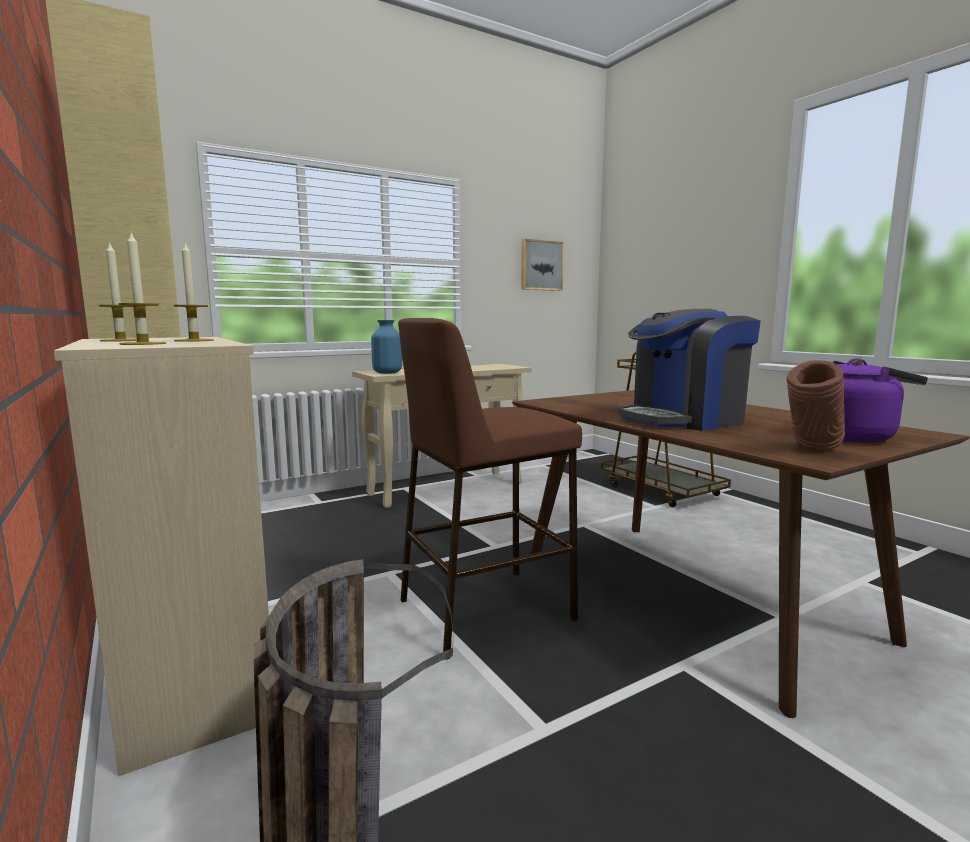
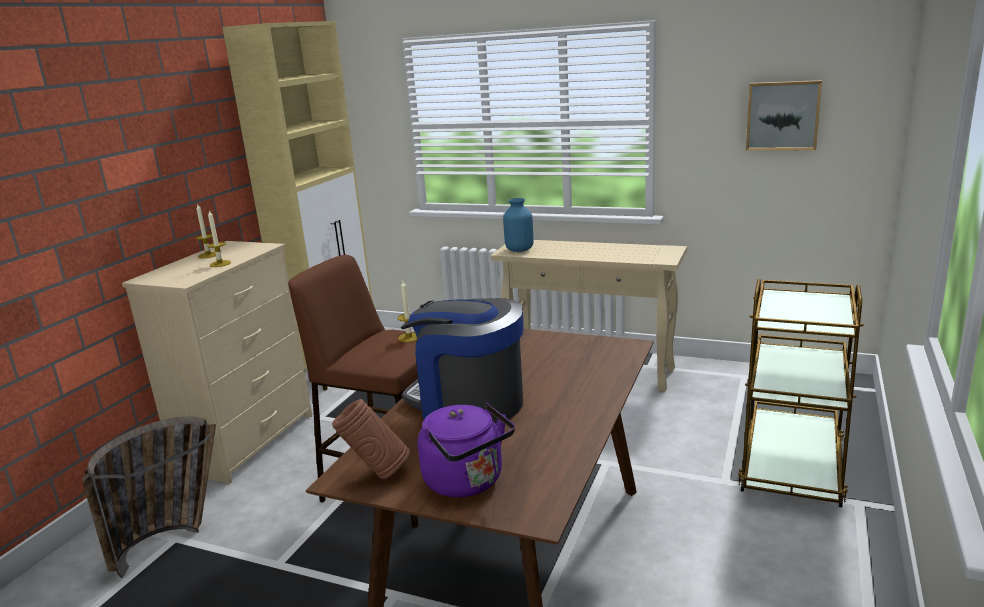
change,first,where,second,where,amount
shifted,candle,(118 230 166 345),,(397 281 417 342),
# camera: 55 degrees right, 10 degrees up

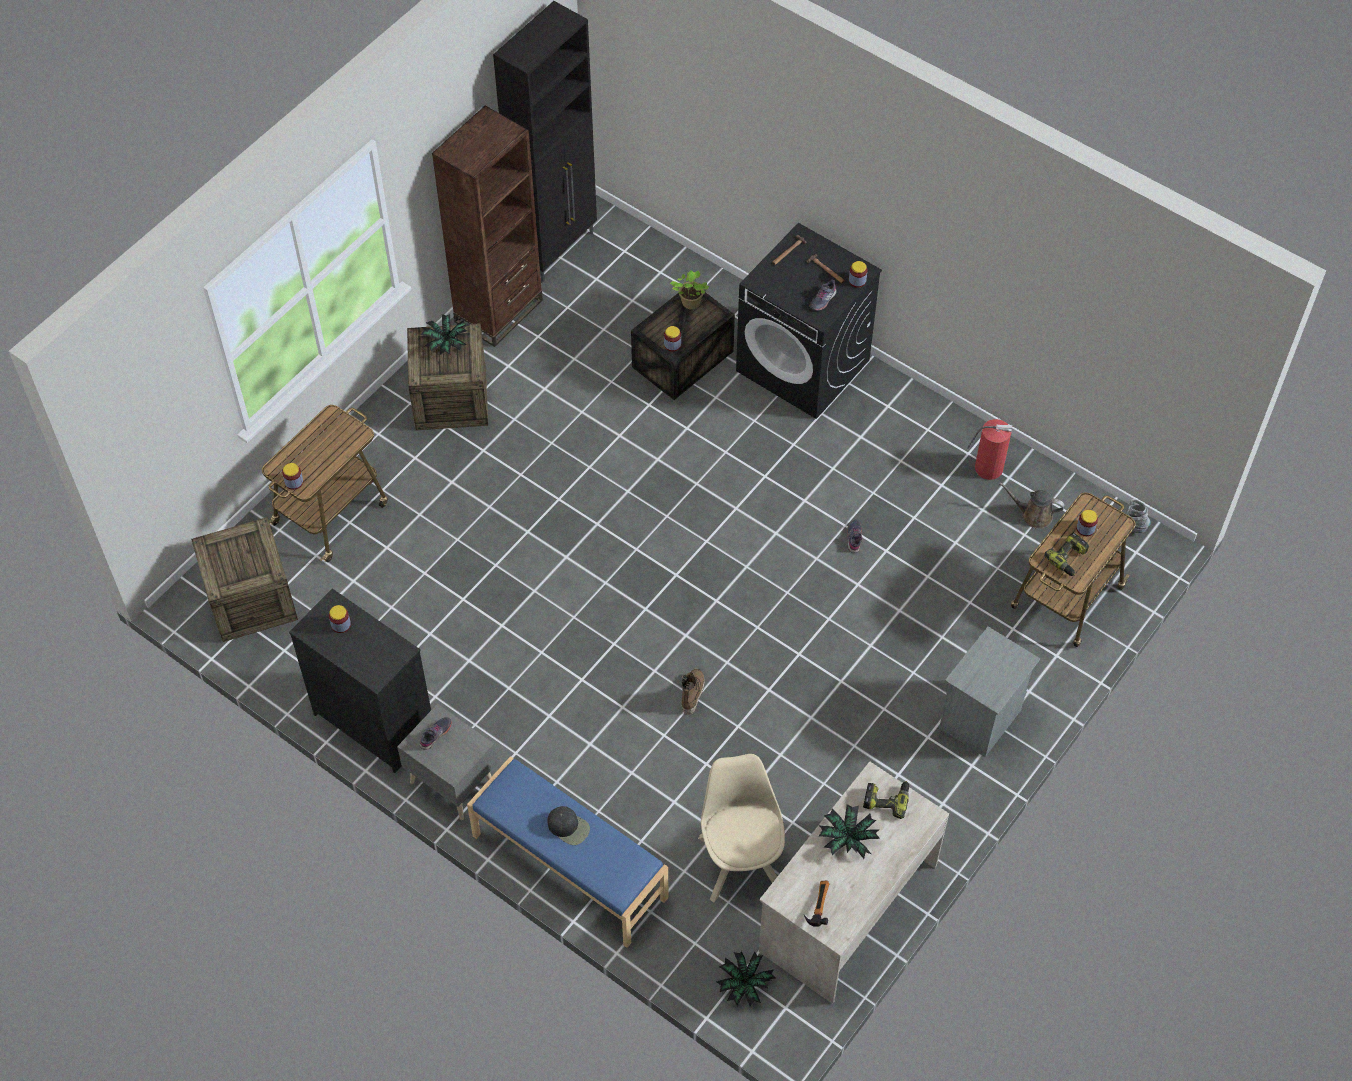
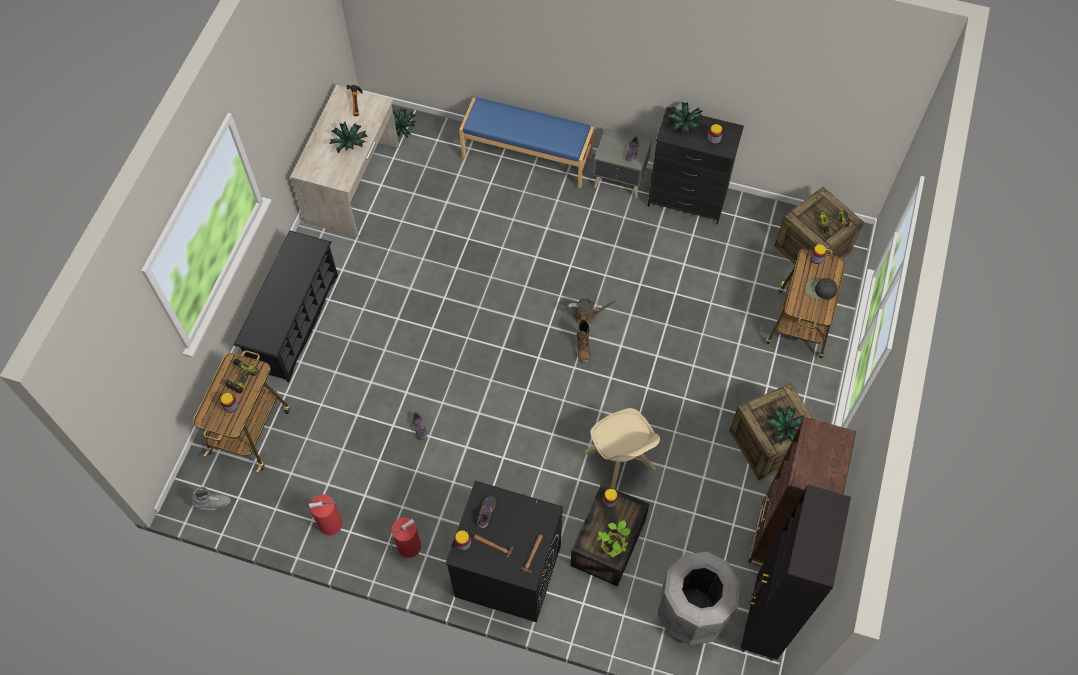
change,first,where,second,where,amount
shifted,brown watering can,(999 482 1064 529),,(567 299 618 325),
swapped,grey nightstand,(939 627 1040 757),black shoe rack,(234 230 338 382),
shifted,boot,(682 669 705 715),,(576 318 591 363),
shifted,beige chair,(698 754 785 903),,(585 408 660 489),
shifted,power drill,(863 781 909 819),,(818 211 850 234),
shifted,black cap,(547 806 590 845),,(806 278 838 300),
new,,,potted plant,(667 102 703 134),
new,,,fire extinguisher,(391 517 421 558),
new,,,grey trash can,(658 552 741 645),
# camera: 160 degrees right, 5 degrees up

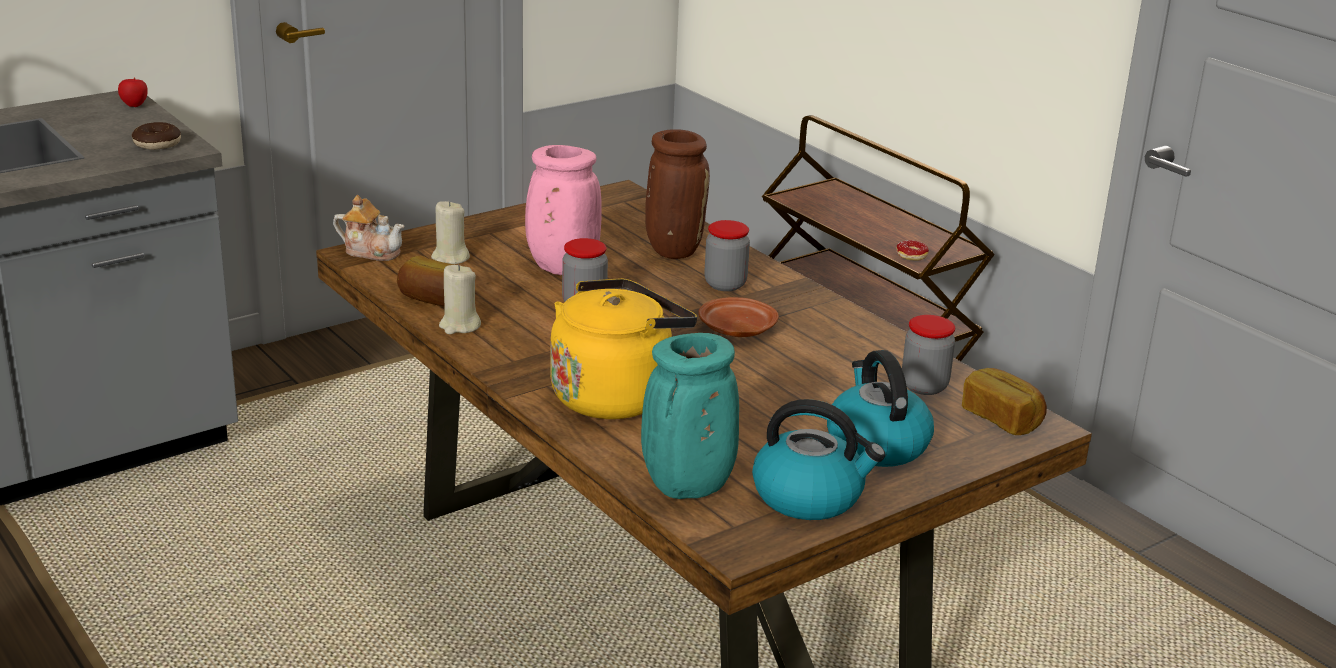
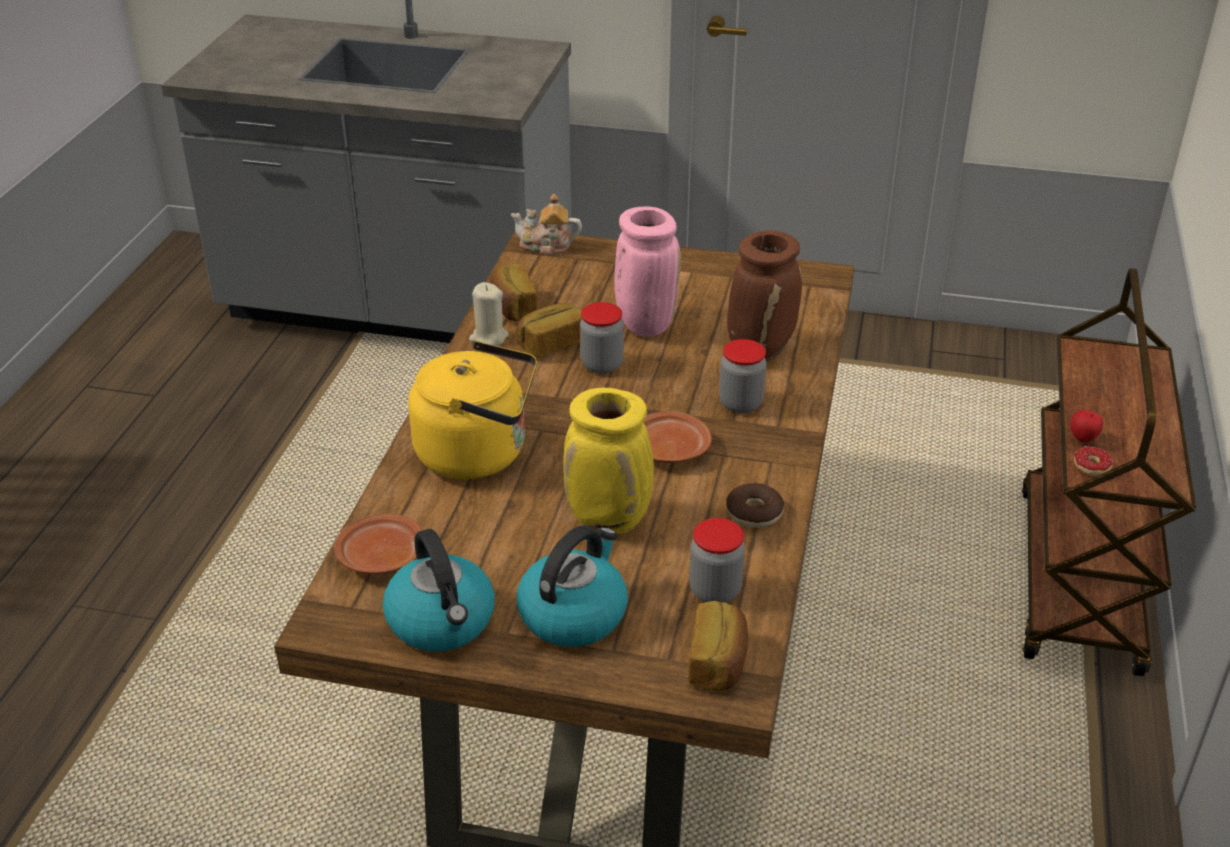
change,first,where,second,where,amount
shifted,apple,(118 77 148 107),,(1070 410 1103 443),
shifted,donut,(132 122 181 150),,(726 483 784 528),
rotated,teapot,(333 195 404 261),,(511 194 582 255),120 degrees clockwise
gone,beige candle,(431 201 470 264),,,
swapped,turquoise vase,(641 333 739 499),brown plate,(334 514 422 574),
new,,,bread,(516 303 582 358),
new,,,yellow vase,(563 388 654 534),
# camera: 50 degrees right, 10 degrees up

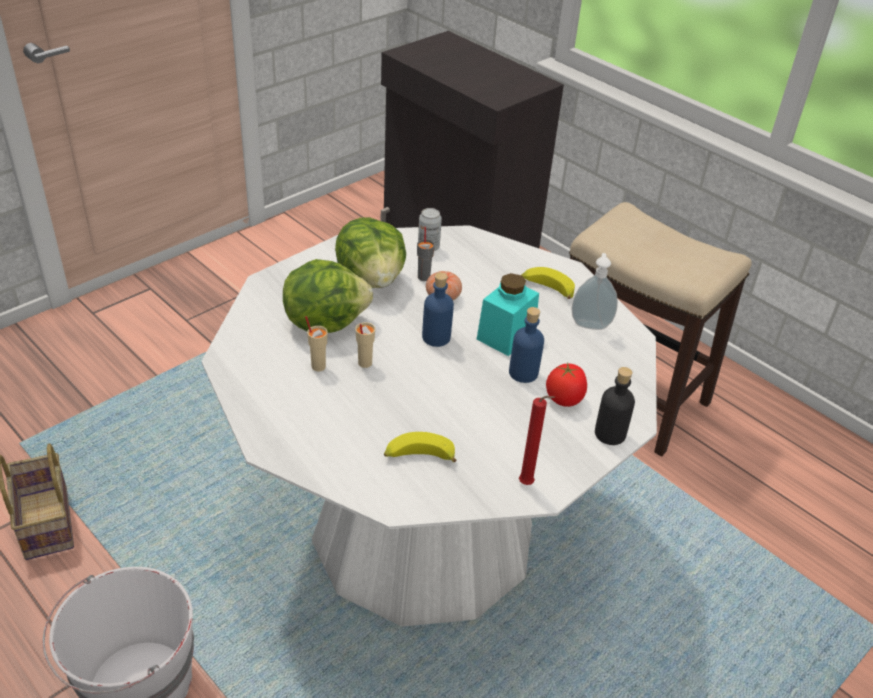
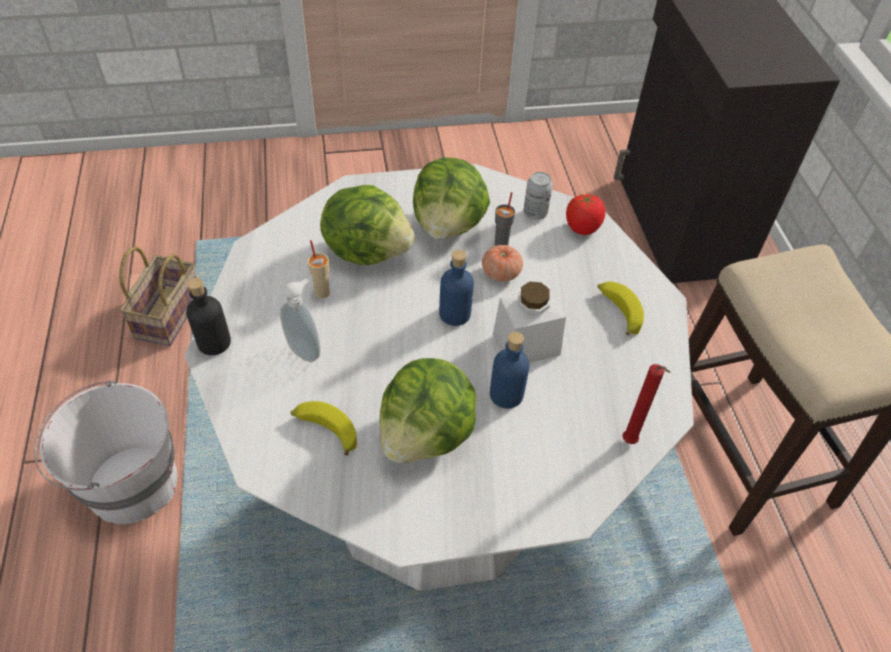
change,first,where,second,where,amount
shifted,soap dispenser,(571 253 618 330),,(280 278 321 362),
repainted,turquoise jar,(477 273 539 356),white jar,(493 282 566 363),
gone,beige cup,(356 322 375 368),,,
shifted,tomato,(546 362 587 407),,(566 194 605 235),
shifted,black bottle,(595 367 635 445),,(186 278 231 355),
shifted,red candle,(519 396 555 485),,(622 364 670 444),
new,,,lettuce,(380 358 476 463),
# camera: 35 degrees right, 10 degrees up

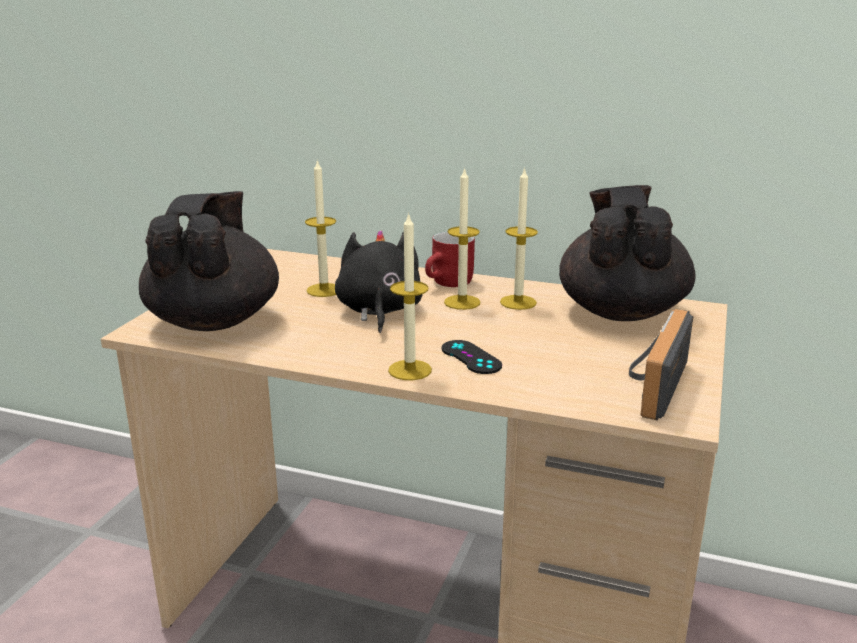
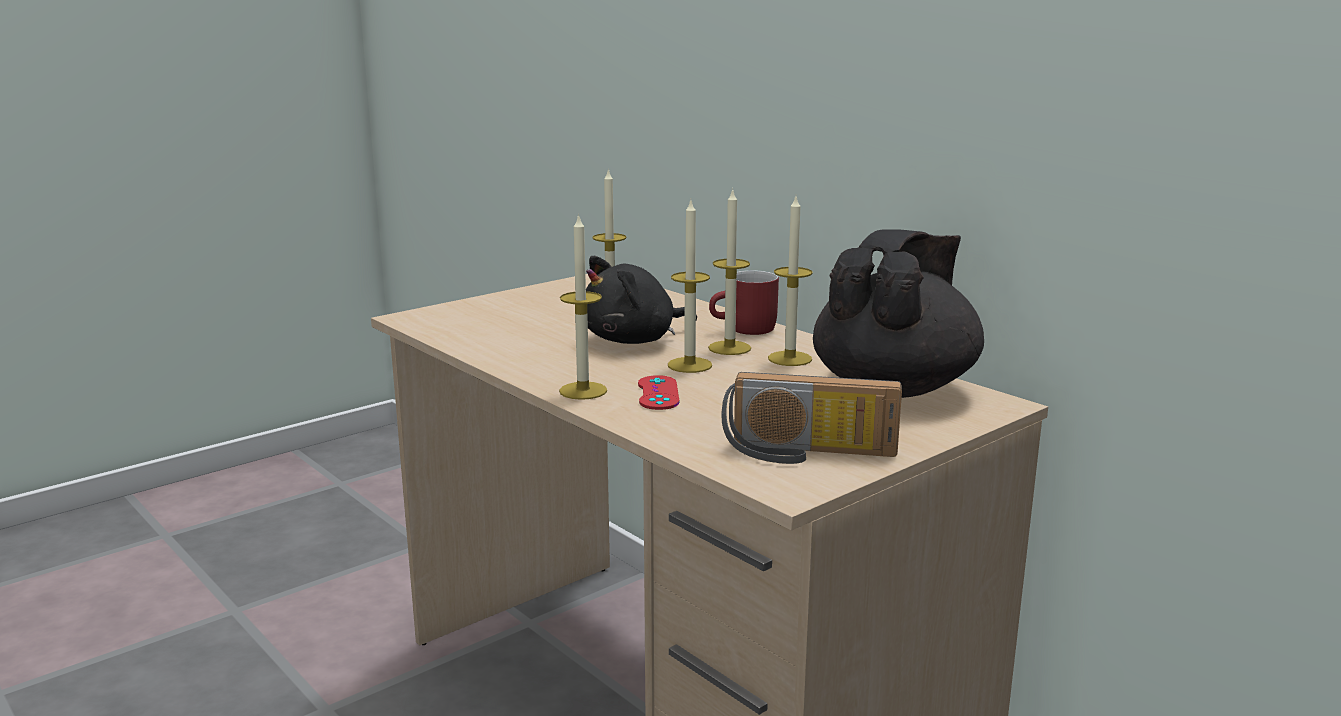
change,first,where,second,where,amount
gone,black teapot,(139 191 279 331),,,
rotated,black plush toy,(335 230 423 333),,(586 256 697 344),150 degrees counterclockwise
rotated,radio,(629 309 693 421),,(721 372 902 464),135 degrees counterclockwise
repainted,black game controller,(442 340 502 374),red game controller,(638 375 680 410),
new,,,candle,(668 201 712 373),
# camera: 30 degrees right, 5 degrees down

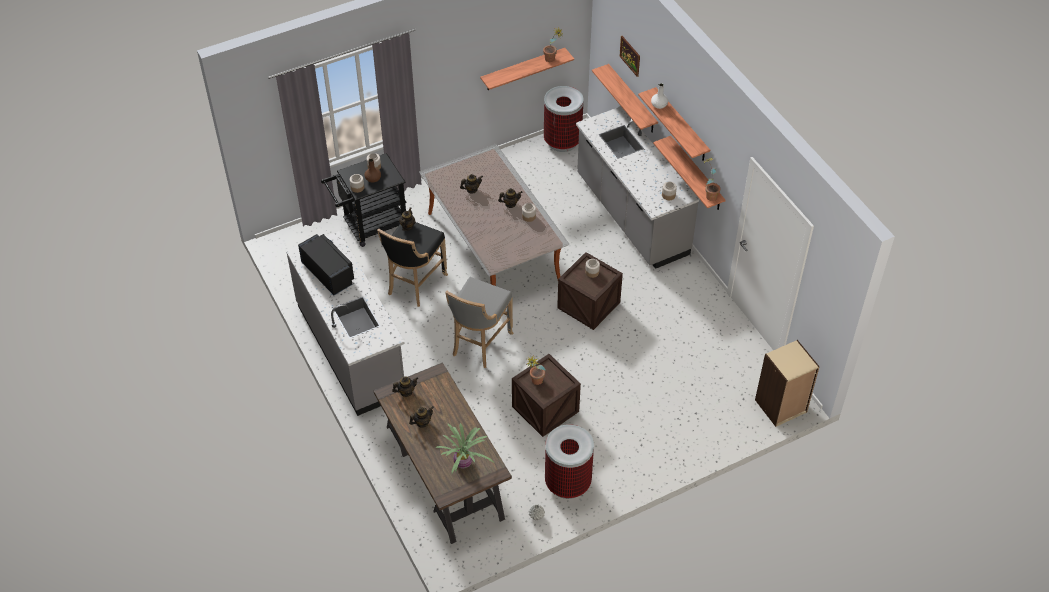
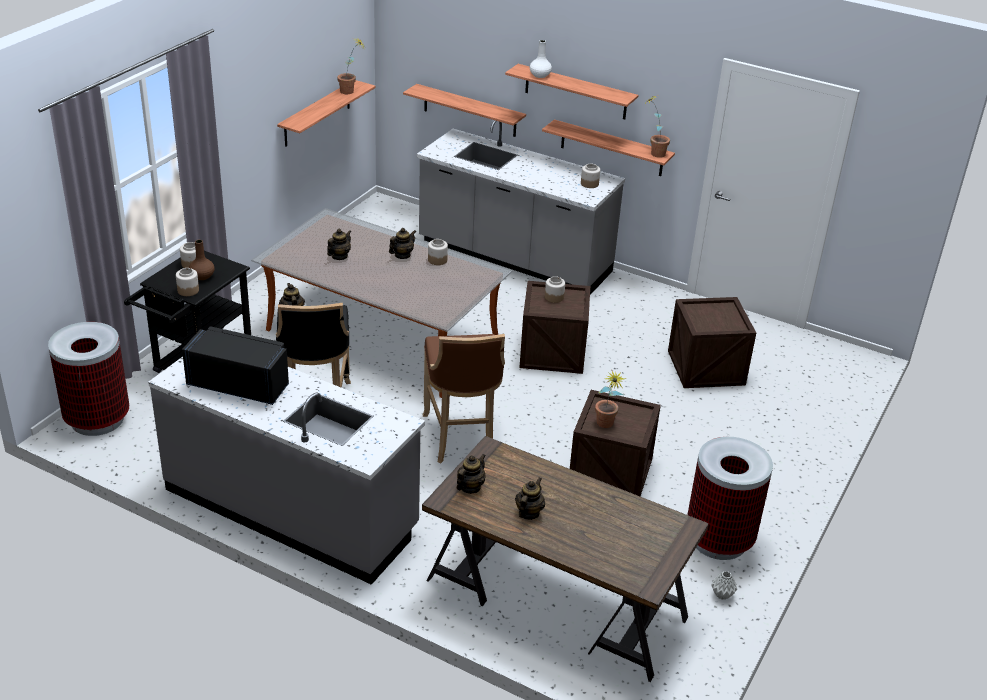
change,first,where,second,where,amount
gone,picture,(619 36 640 77),,,
shifted,trash can,(544 86 583 152),,(48 322 129 436),
repainted,grey stool,(445 277 513 368),brown stool,(422 334 505 463),
gone,beige bookcase,(755 340 820 427),,,
gone,potted plant,(436 423 493 475),,,
new,,,crate,(668 297 756 388),
# camera: 35 degrees left, 15 degrees down

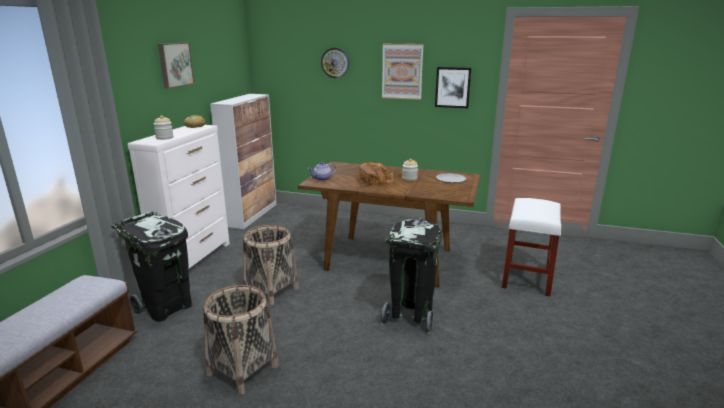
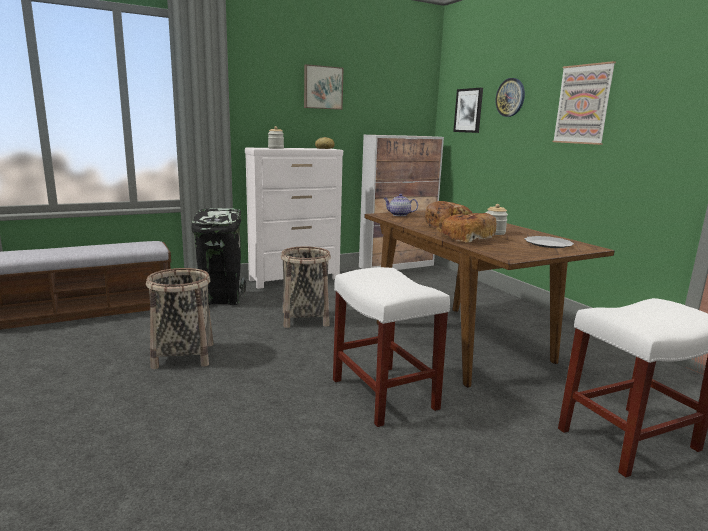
change,first,where,second,where,amount
shifted,picture,(435 67 472 108),,(453 88 483 133),
swapped,black trash can,(380 218 442 333),white stool,(333 267 450 427),
new,,,bread,(437 213 496 243),
# camera: 45 degrees right, 5 degrees down

